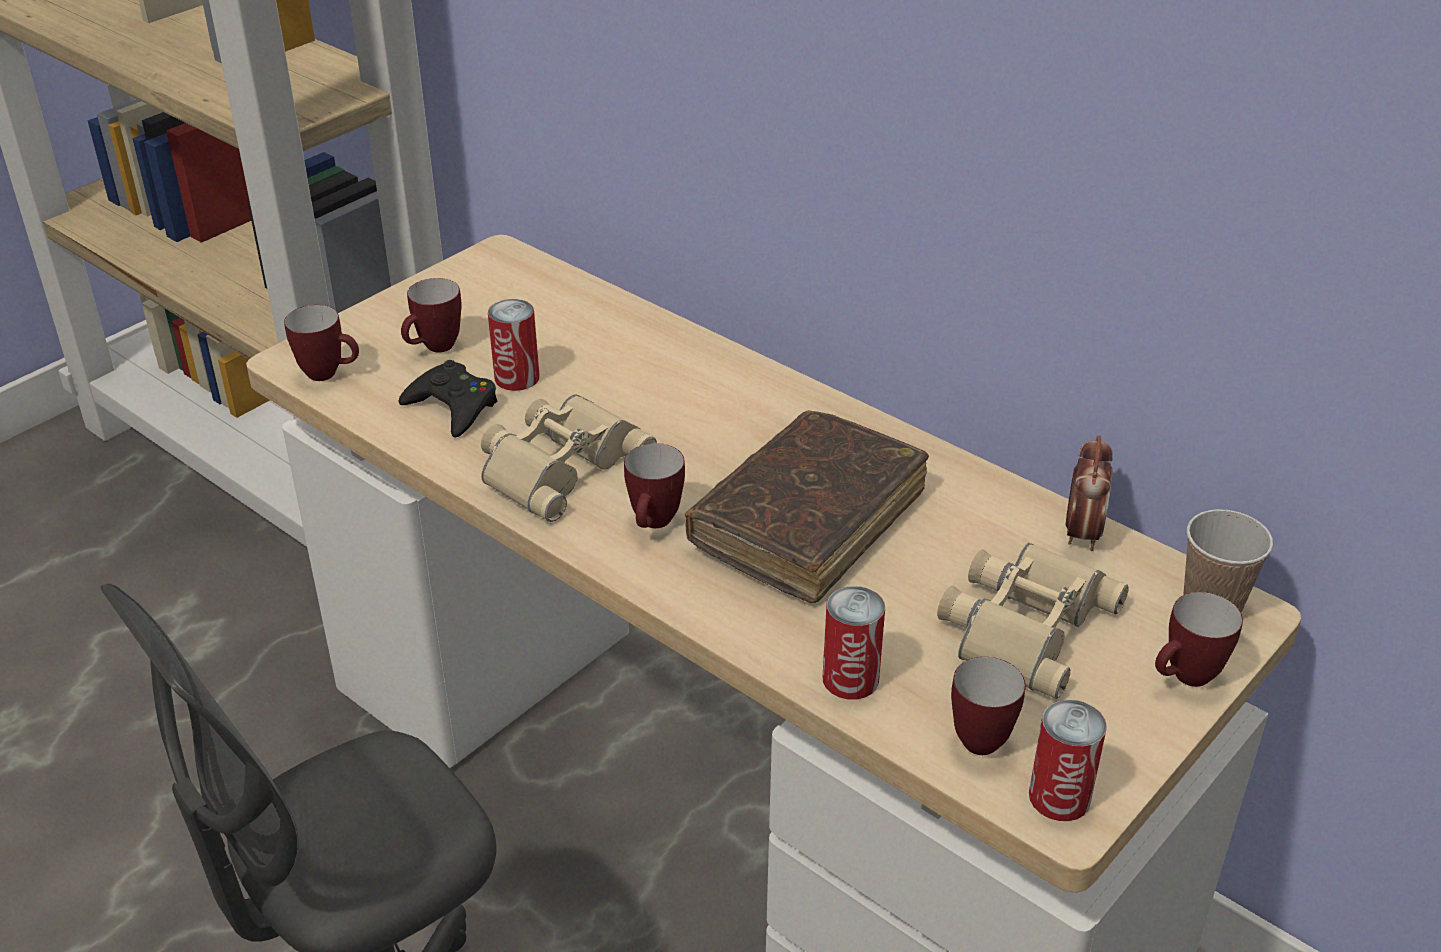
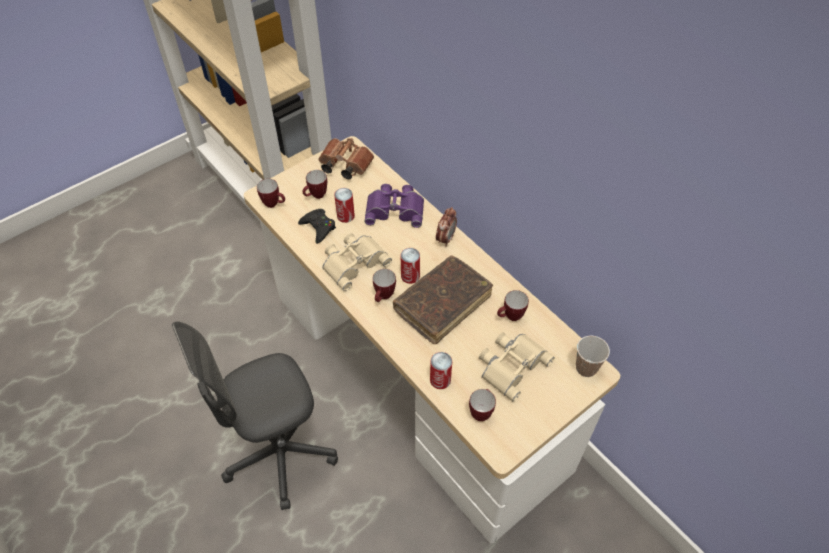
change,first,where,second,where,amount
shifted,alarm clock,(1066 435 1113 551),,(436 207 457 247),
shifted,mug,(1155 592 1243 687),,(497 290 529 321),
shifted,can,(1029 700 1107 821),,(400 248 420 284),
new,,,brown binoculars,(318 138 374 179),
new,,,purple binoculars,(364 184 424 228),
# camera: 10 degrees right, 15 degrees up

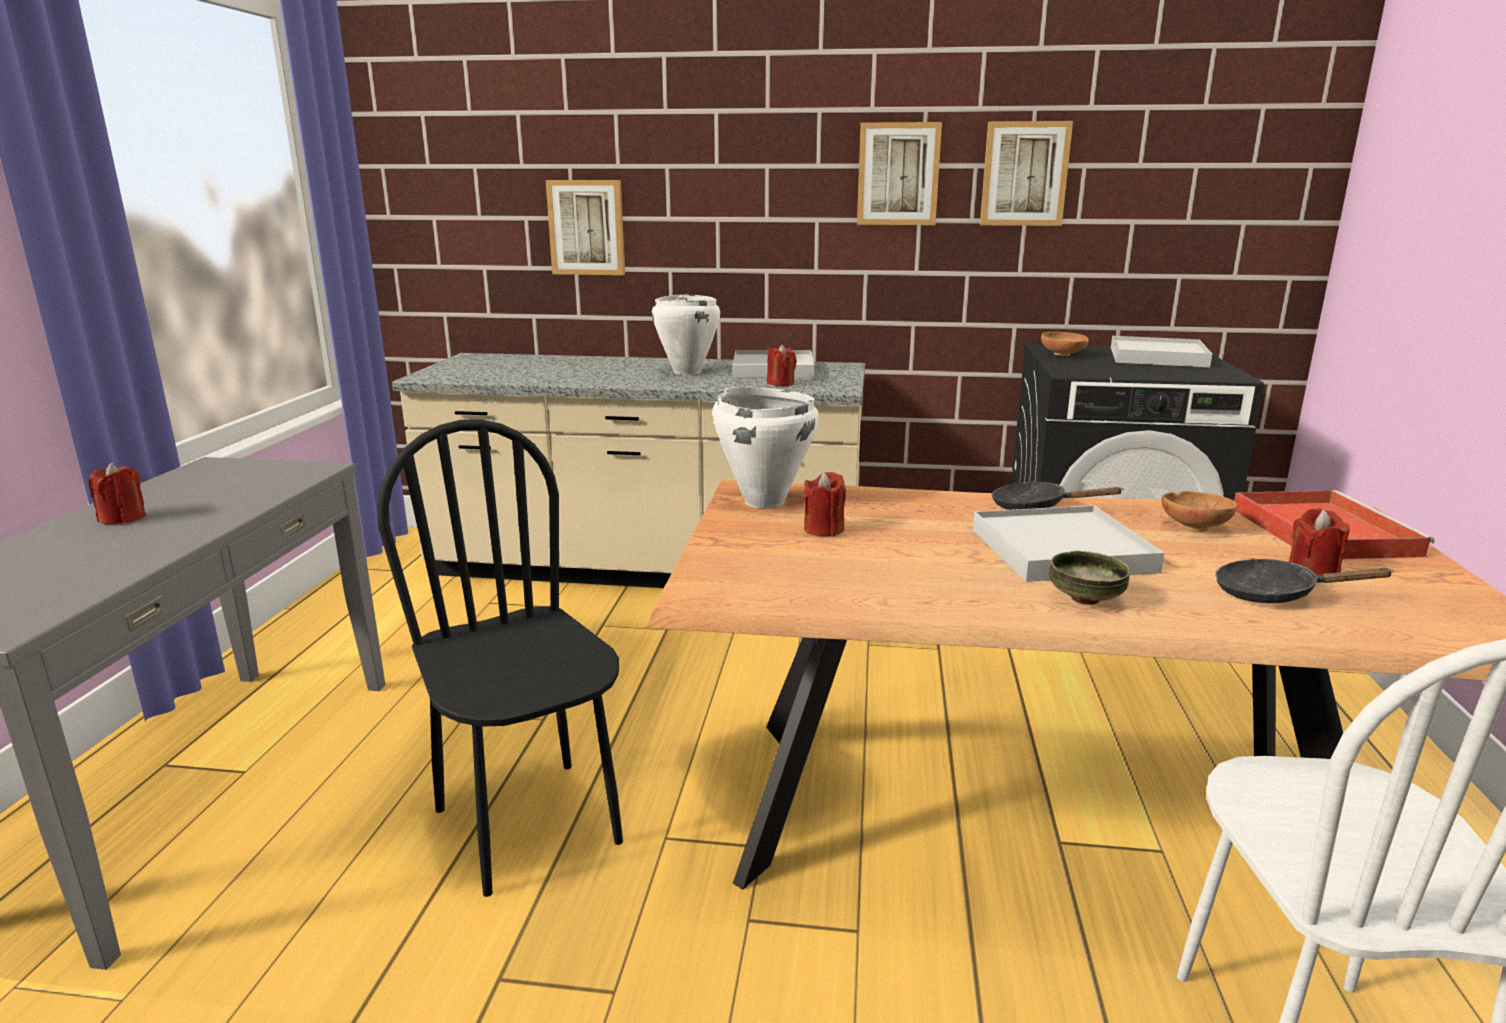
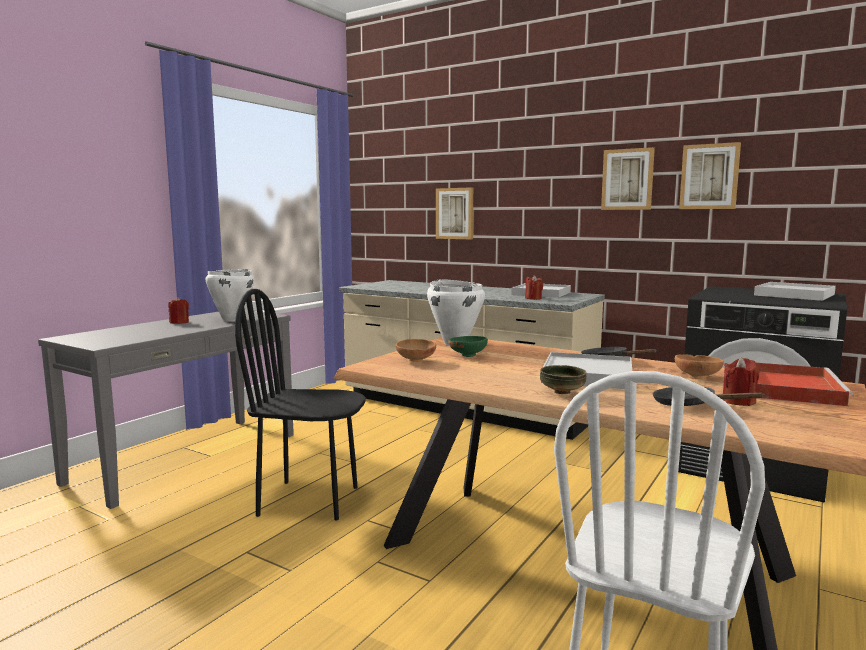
change,first,where,second,where,amount
shifted,white cooking pot,(652 294 720 375),,(205 269 254 322),
shifted,brown bowl,(1041 332 1089 356),,(396 339 436 362),
rotated,black chair,(377 419 623 897),,(235 289 366 520),75 degrees counterclockwise
swapped,red candle,(804 472 846 536),green bowl,(448 336 488 357),
# camera: 25 degrees right, 10 degrees down

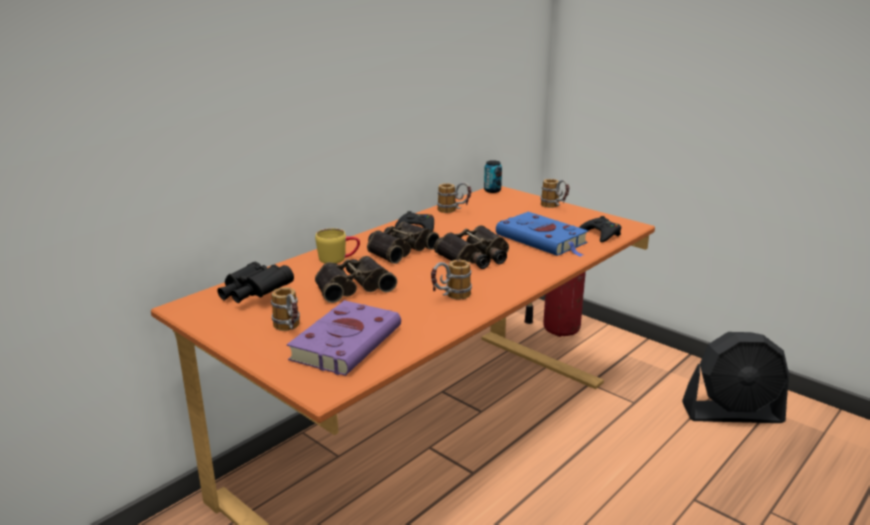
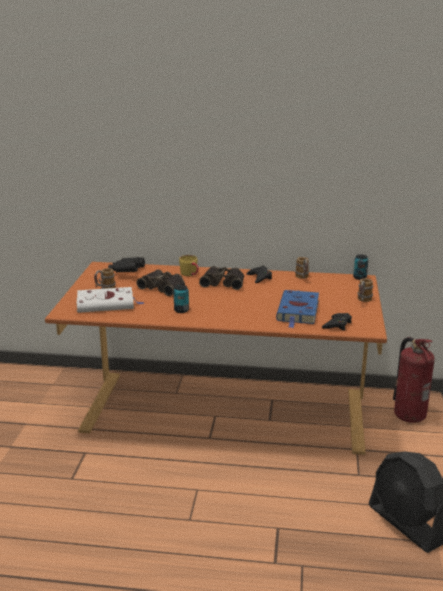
change,first,where,second,where,amount
gone,binoculars,(434 225 509 269),,,
swapped,mug,(431 260 472 300),can,(174 285 189 313),
repainted,purple book,(287 300 401 376),white book,(76 287 144 313),
# camera: 55 degrees right, 0 degrees up

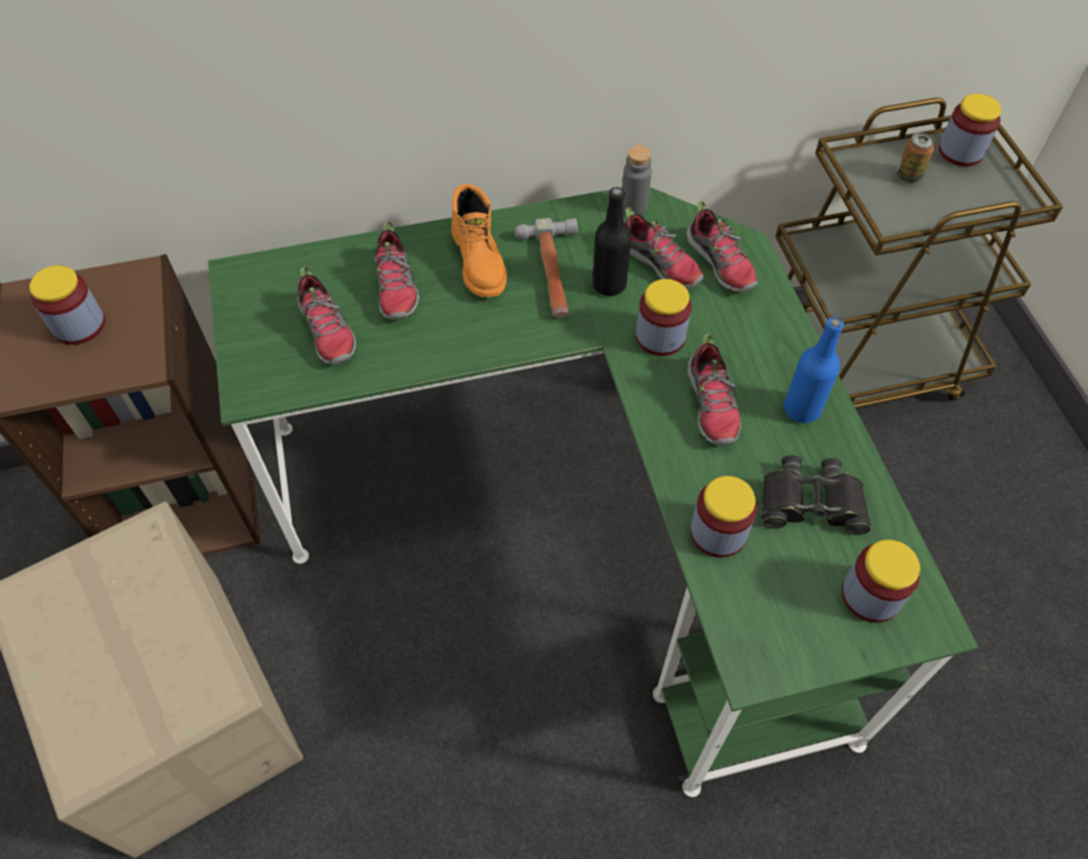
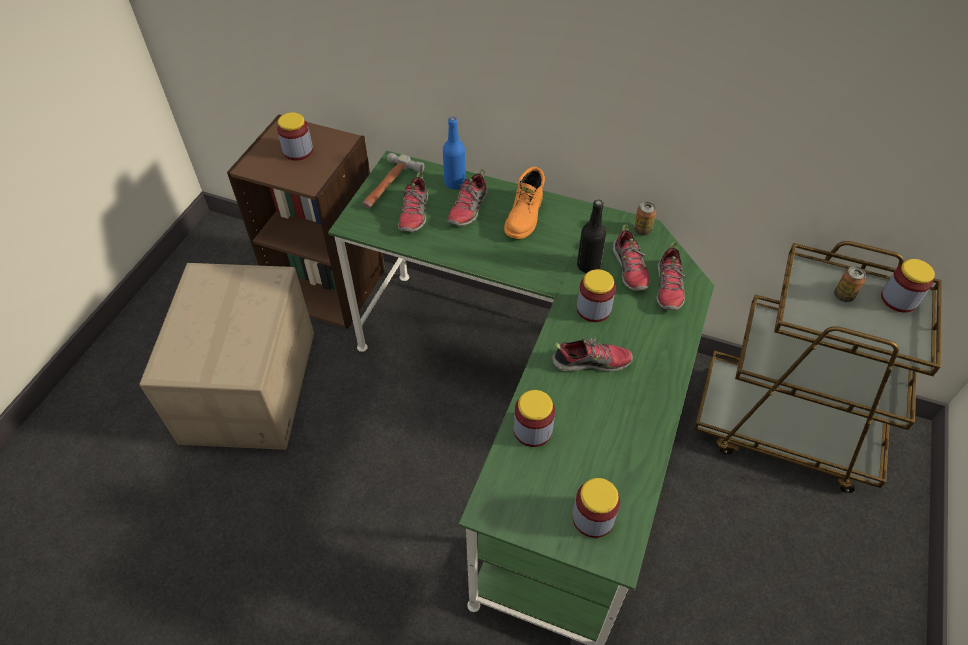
change,first,where,second,where,amount
swapped,grey bottle,(622 145 652 215),can,(633 202 656 236),
shifted,hammer,(515 218 578 318),,(362 153 424 208),
shifted,blue bottle,(784 317 844 423),,(443 117 466 189),
rotated,shoe,(687 334 741 445),,(552 338 633 372),120 degrees counterclockwise
gone,black binoculars,(761 455 871 535),,,
# camera: 35 degrees right, 5 degrees down

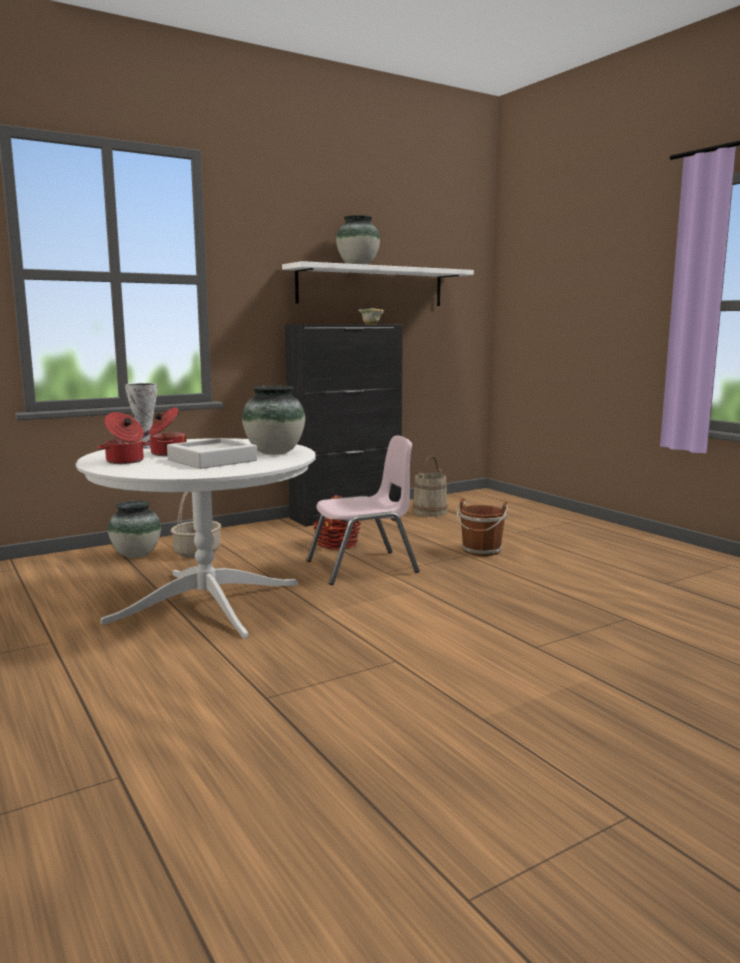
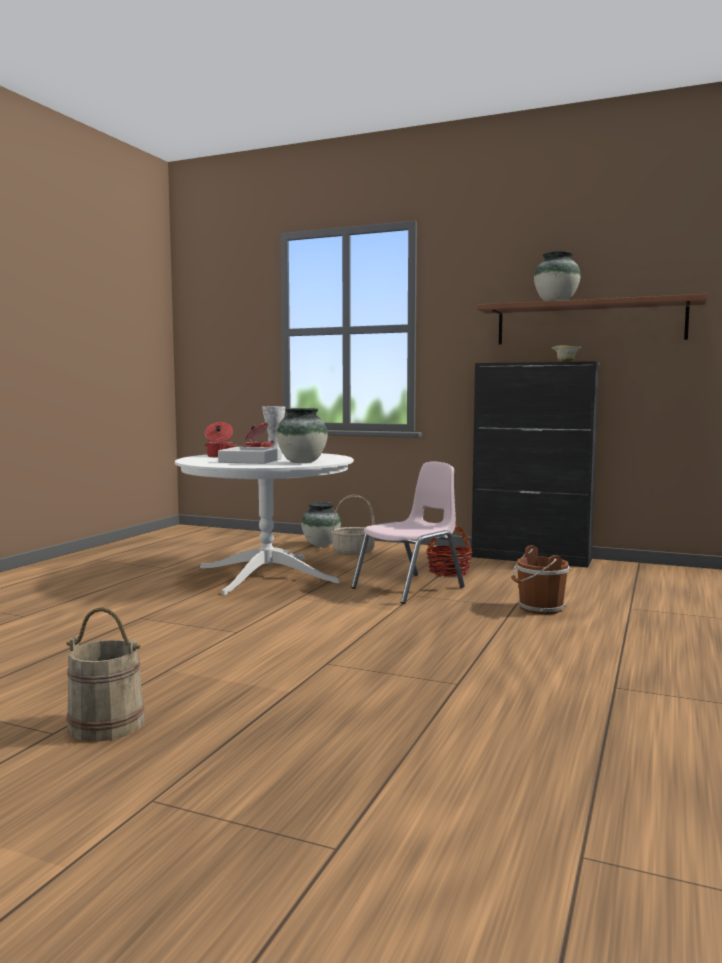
change,first,where,second,where,amount
repainted,white shelf,(282 261 474 306),brown shelf,(477 294 708 344),
rotated,pink chair,(306 436 420 585),,(351 462 465 604),75 degrees counterclockwise
shifted,beige bucket,(412 456 448 517),,(66 607 145 742),
# camera: 55 degrees right, 5 degrees down

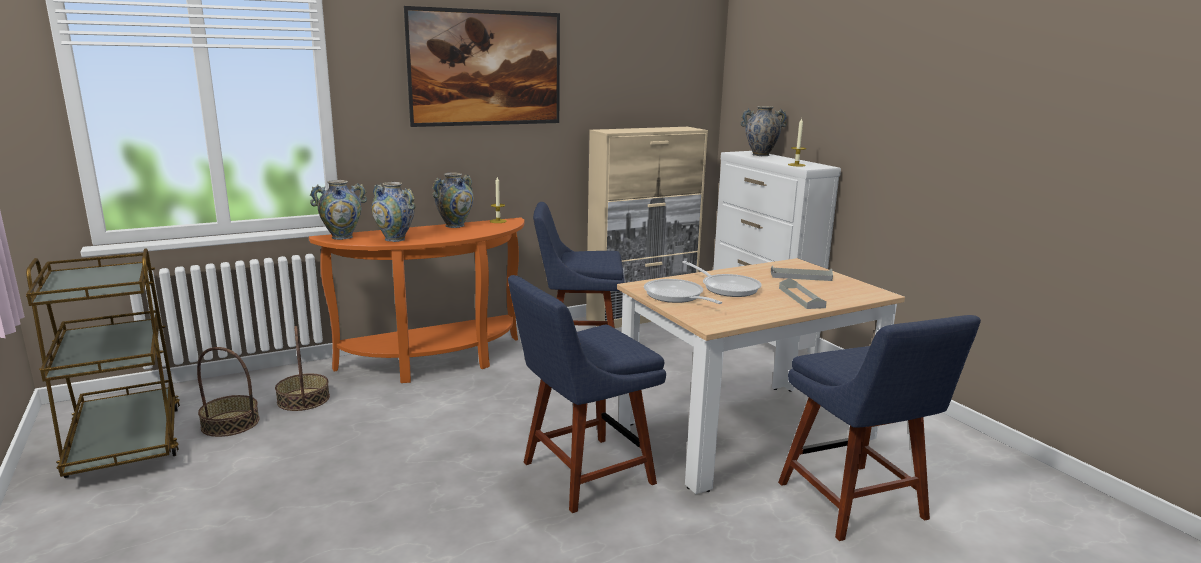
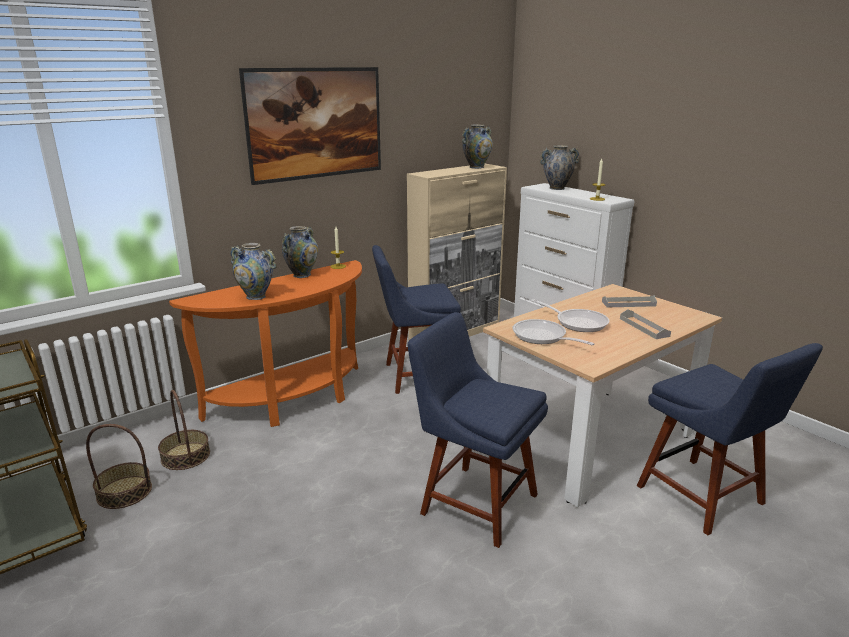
change,first,where,second,where,amount
shifted,vase,(310 180 367 240),,(462 124 493 169),
rotated,blue chair,(508 275 666 513),,(407 312 548 548),75 degrees clockwise
# camera: 10 degrees left, 5 degrees up

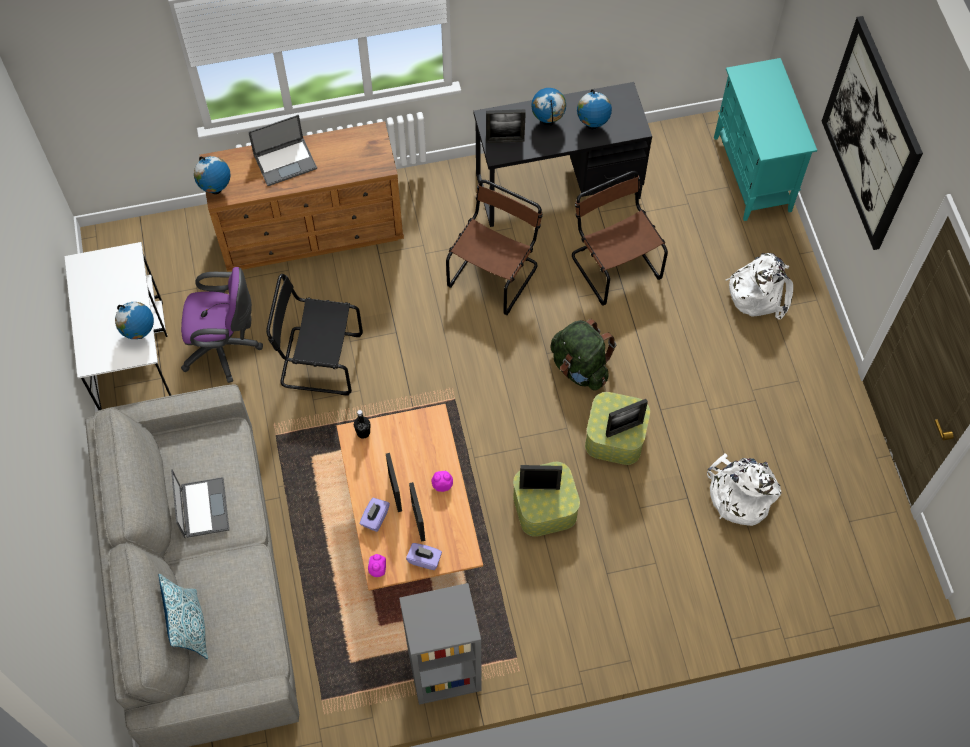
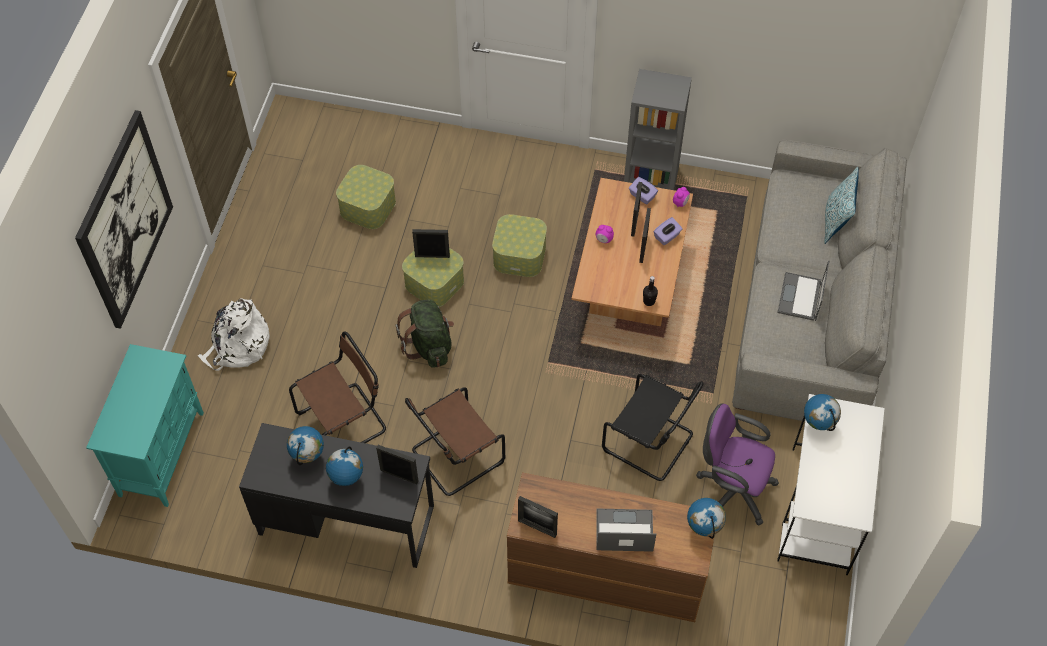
change,first,where,second,where,amount
rotated,brown chair,(572 171 668 306),,(289 331 386 443),120 degrees counterclockwise
swapped,white backpack,(707 453 781 526),storage box,(336 165 396 229),
shifted,picture frame,(519 465 562 490),,(518 496 558 538),
# camera: 155 degrees left, 5 degrees down

